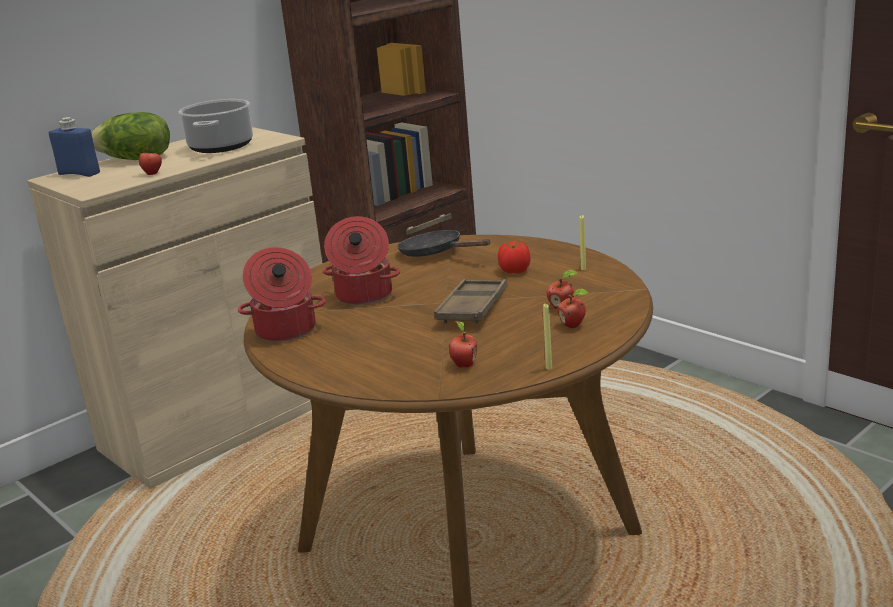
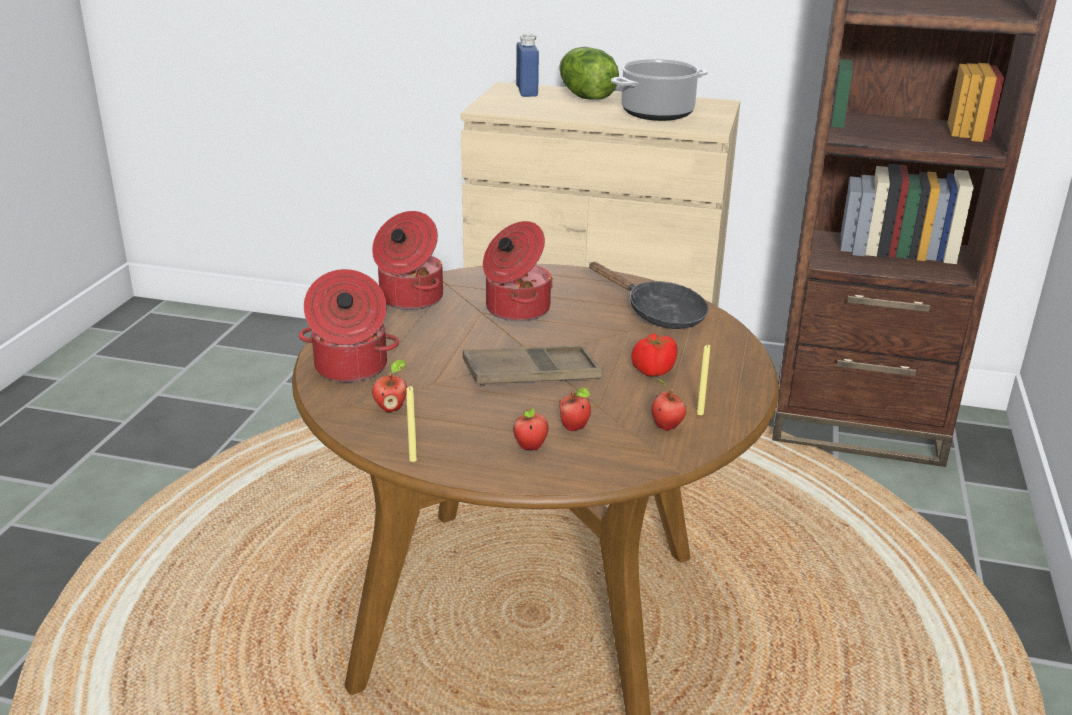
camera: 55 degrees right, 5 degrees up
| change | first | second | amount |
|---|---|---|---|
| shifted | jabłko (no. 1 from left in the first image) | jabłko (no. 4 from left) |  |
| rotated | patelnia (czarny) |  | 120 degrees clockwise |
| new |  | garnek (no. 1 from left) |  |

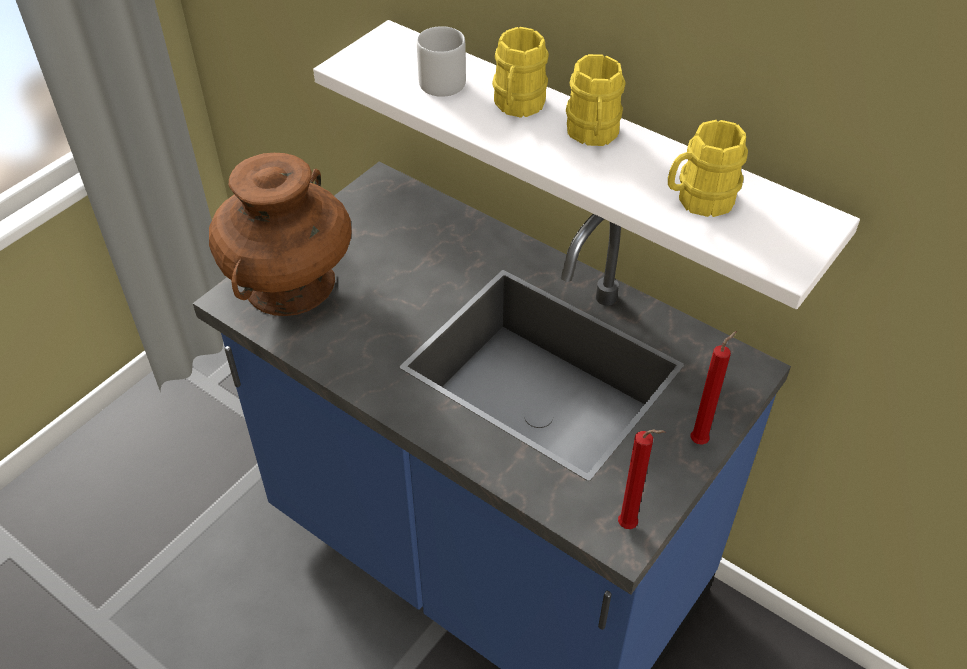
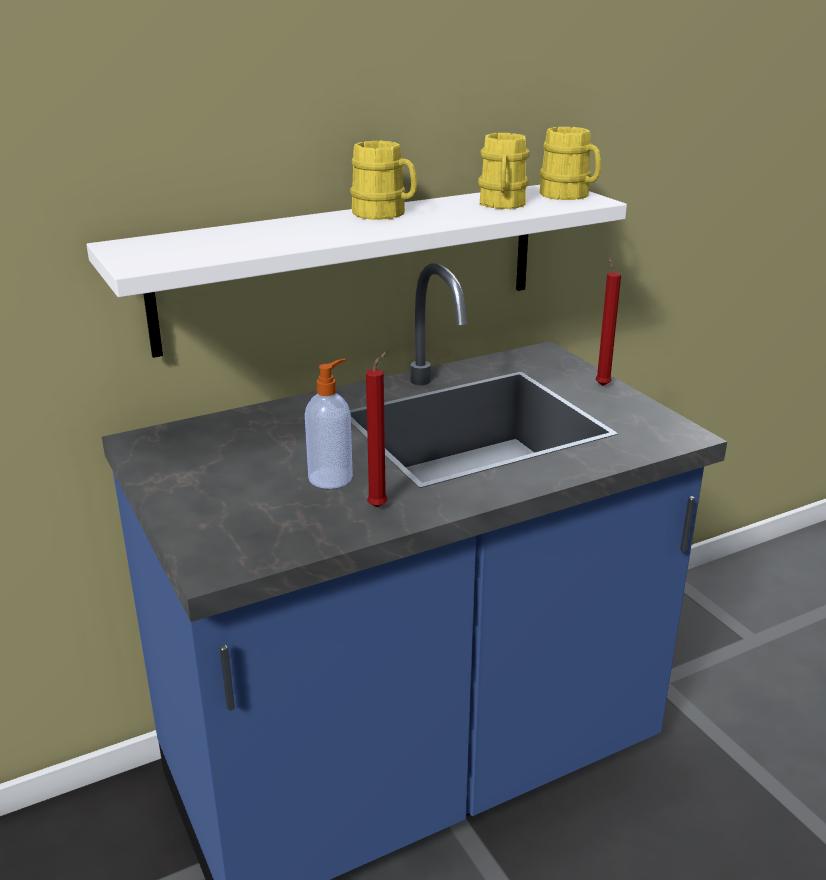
camera: 65 degrees left, 20 degrees down
| change | first | second | amount |
|---|---|---|---|
| gone | wazon (brązowy) |  |  |
| gone | kubek (szary) |  |  |
| shifted | kubek (żółty) (no. 1 from left in the first image) | kubek (żółty) (no. 3 from left) |  |
| shifted | świeca (czerwony) (no. 1 from left) |  |  |
| new |  | dozownik mydła |  |

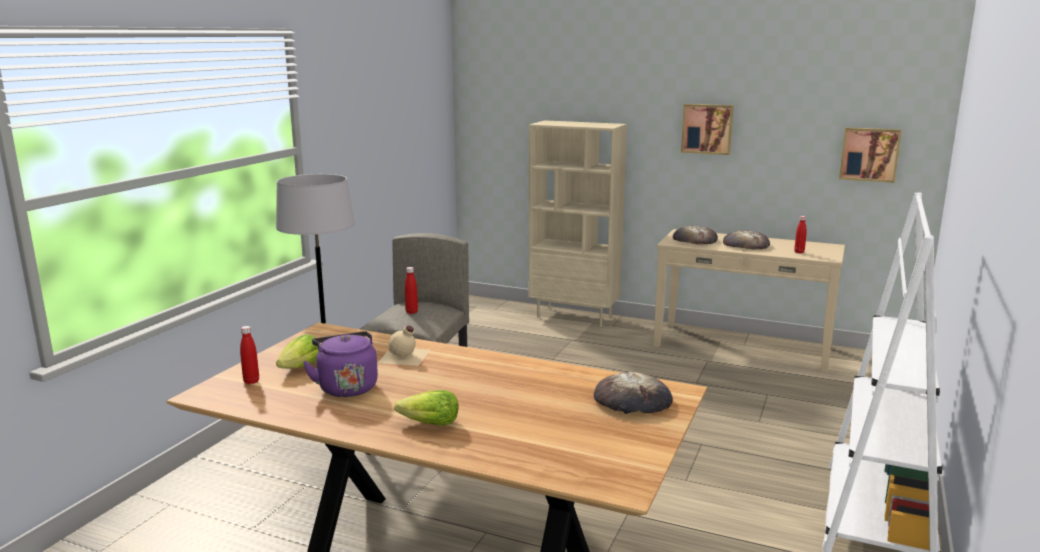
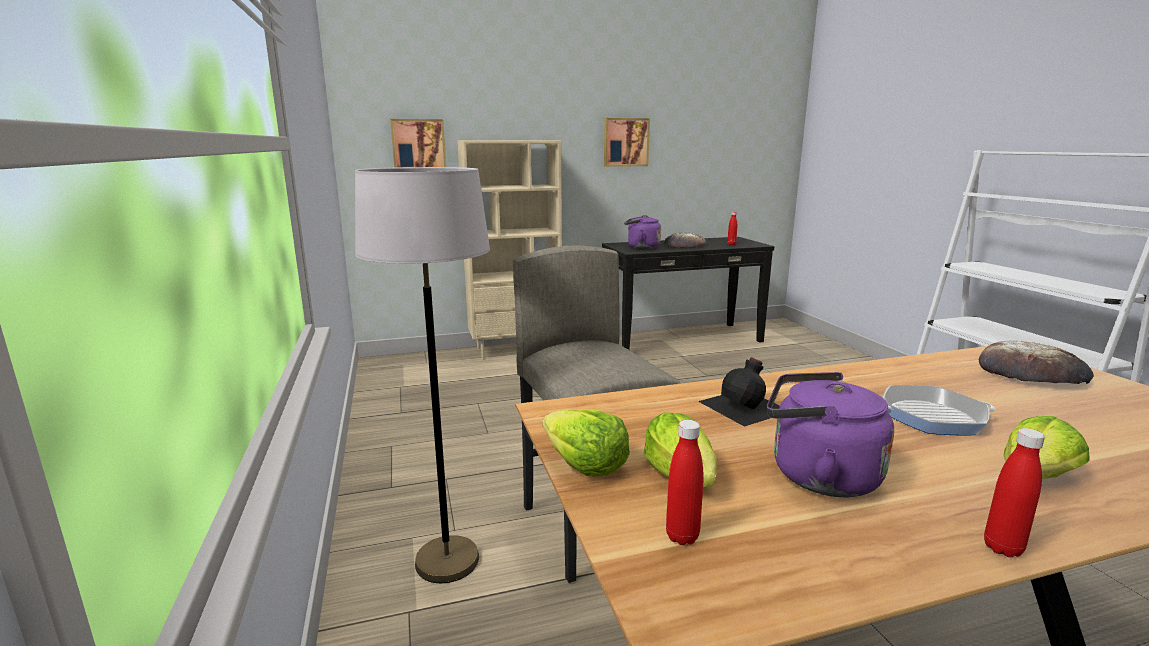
camera: 40 degrees left, 0 degrees up
| change | first | second | amount |
|---|---|---|---|
| repainted | butelka (beżowy) | butelka (czarny) |  |
| shifted | butelka (czerwony) (no. 2 from left in the first image) | butelka (czerwony) (no. 3 from left) |  |
| repainted | stolik konsolowy (beżowy) | stolik konsolowy (czarny) |  |
| swapped | chleb (no. 2 from left) | czajnik (fioletowy) (no. 1 from left) |  |
| shifted | obraz (no. 2 from left in the first image) | obraz (no. 1 from left) |  |
| new |  | sałata (no. 1 from left) |  |
| new |  | patelnia |  |

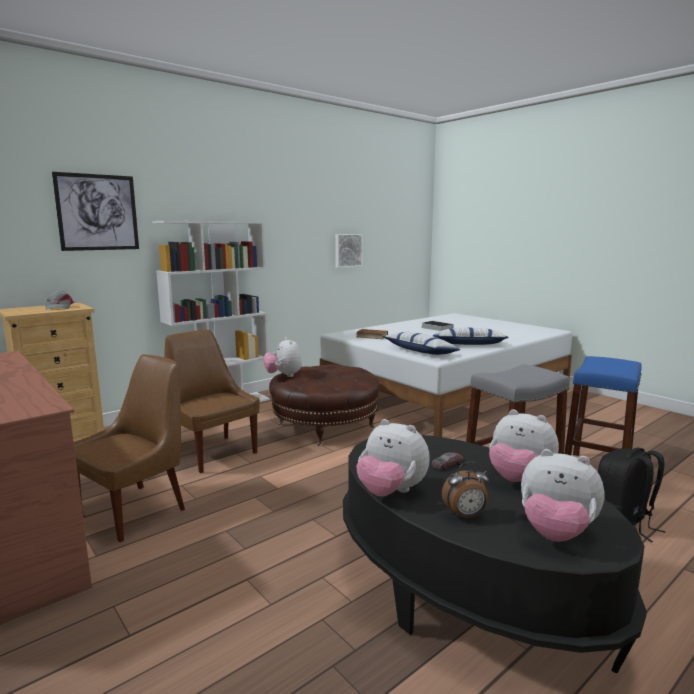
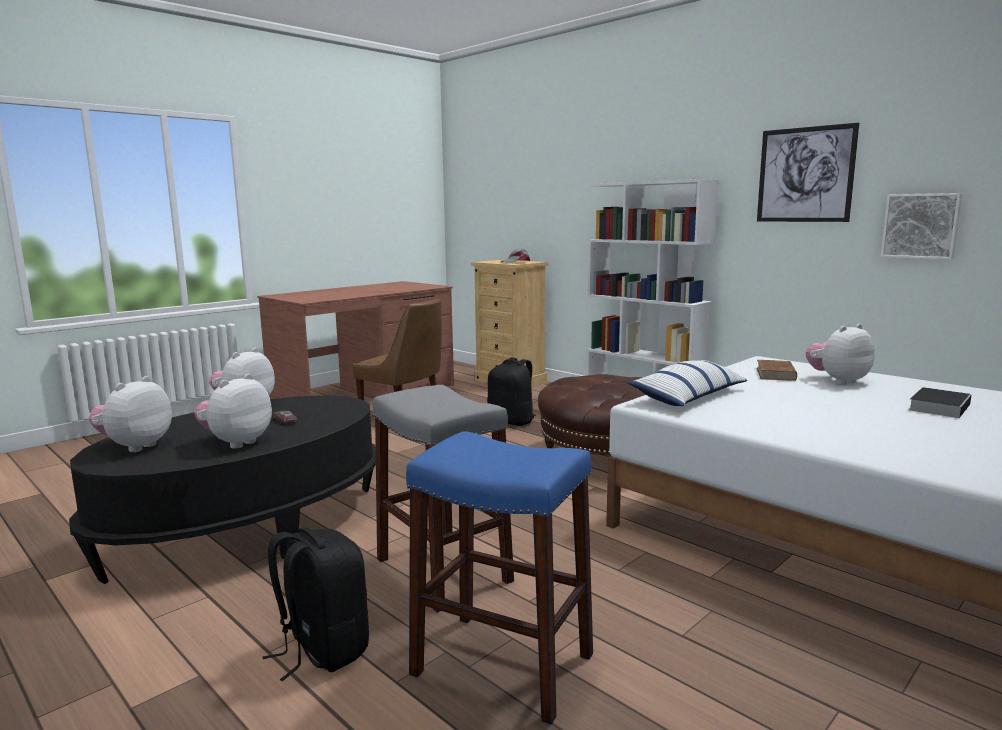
camera: 85 degrees right, 0 degrees up
| change | first | second | amount |
|---|---|---|---|
| shifted | obraz (no. 1 from left) |  |  |
| swapped | krzesło (brązowy) (no. 2 from left) | plecak (czarny) (no. 2 from left) |  |
| shifted | pluszak (no. 1 from left in the first image) | pluszak (no. 4 from left) |  |
| gone | poduszka (no. 2 from left) |  |  |
| gone | budzik |  |  |

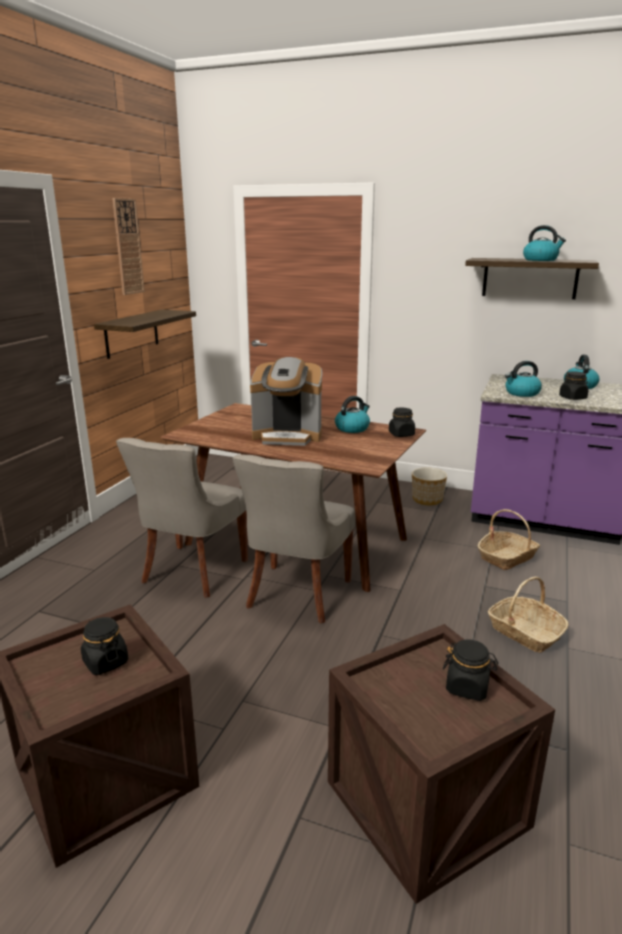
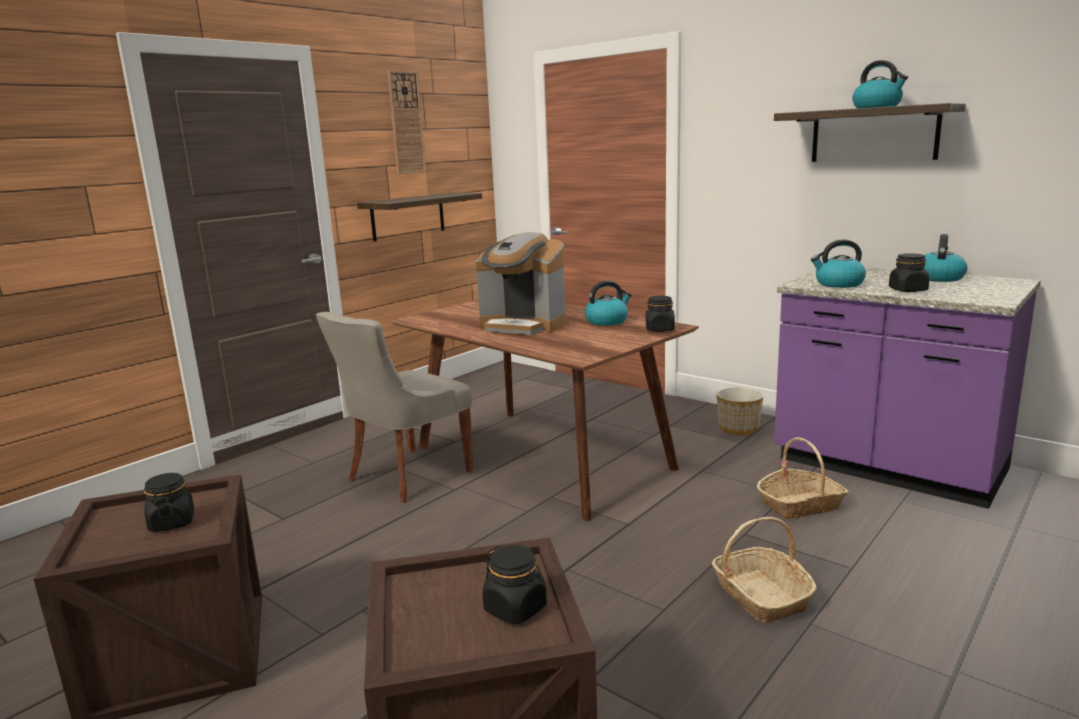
camera: 20 degrees right, 5 degrees down
| change | first | second | amount |
|---|---|---|---|
| gone | krzesło (szary) (no. 2 from left) |  |  |

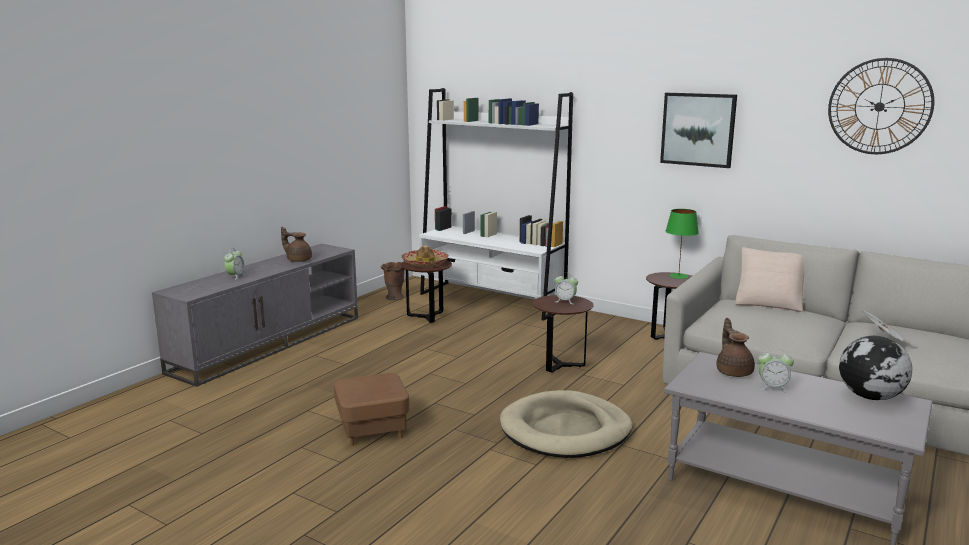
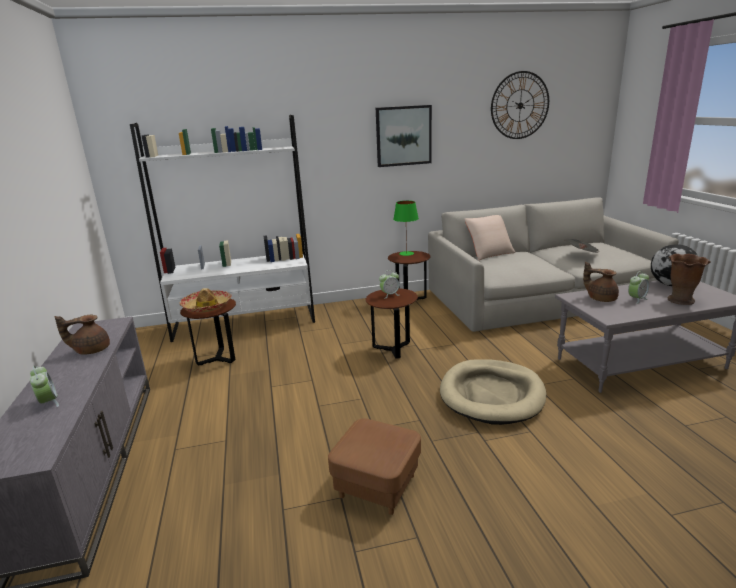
camera: 45 degrees left, 5 degrees up
| change | first | second | amount |
|---|---|---|---|
| shifted | wazon (brązowy) |  |  |

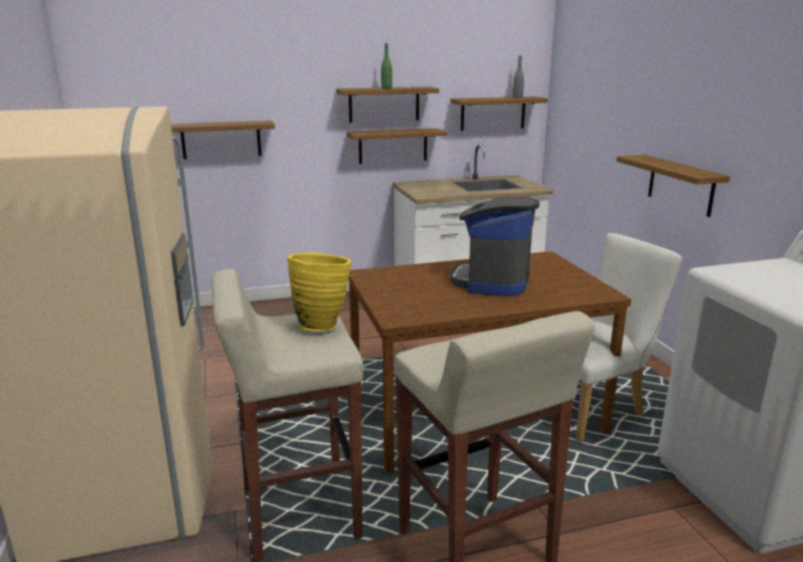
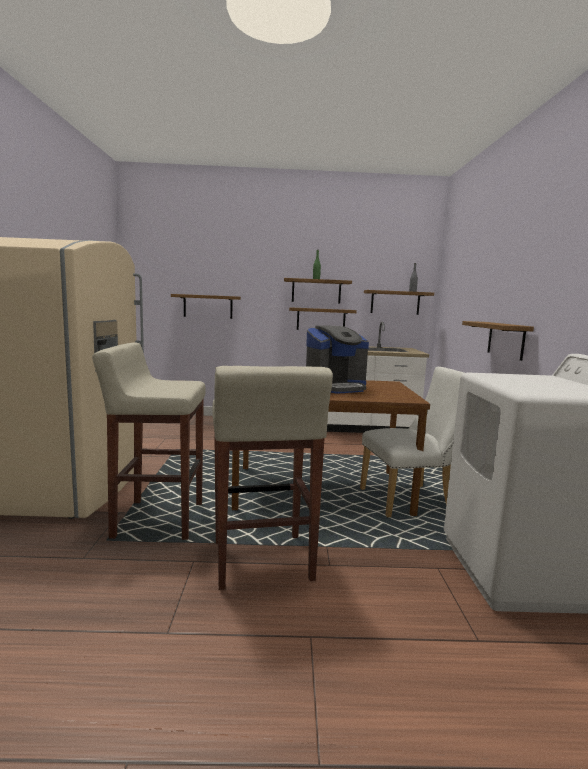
camera: 15 degrees right, 10 degrees down
| change | first | second | amount |
|---|---|---|---|
| gone | wazon (żółty) |  |  |
| rotated | ekspres do kawy |  | 150 degrees counterclockwise |

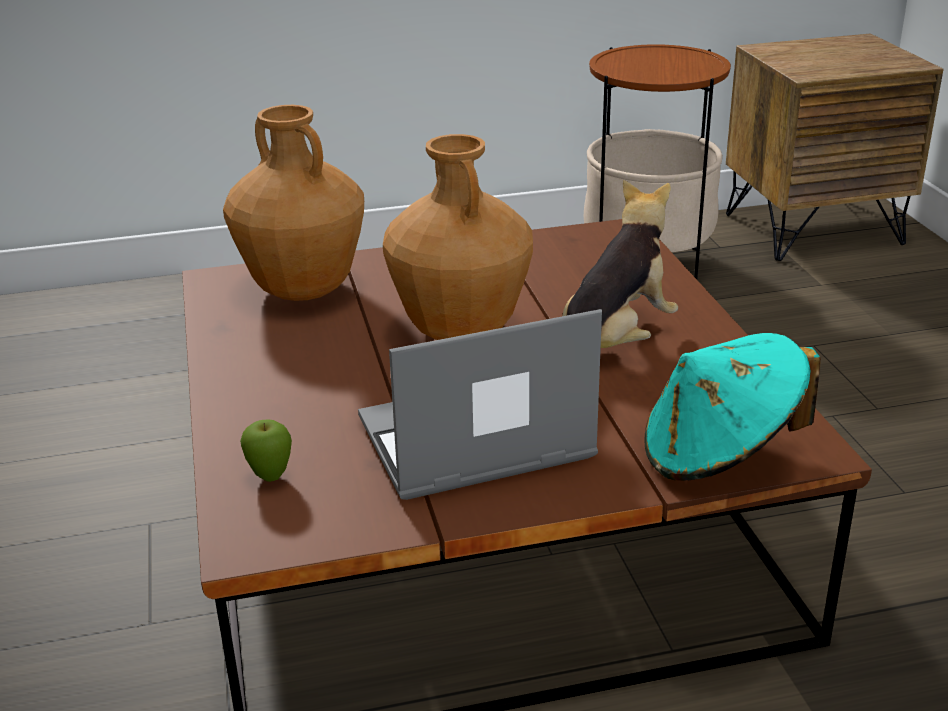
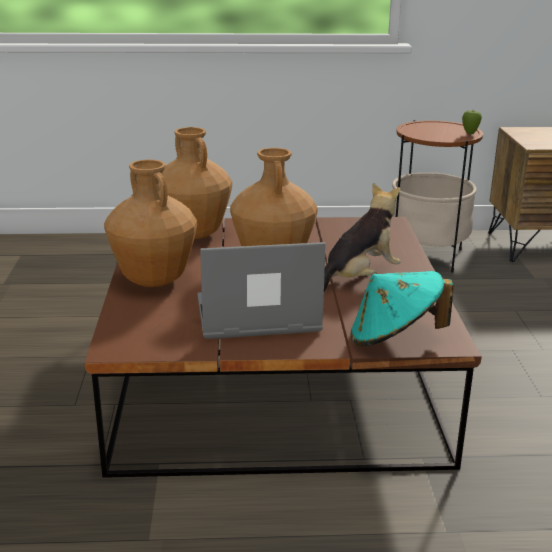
camera: 10 degrees right, 5 degrees down
| change | first | second | amount |
|---|---|---|---|
| shifted | jabłko |  |  |
| new |  | wazon (brązowy) (no. 1 from left) |  |

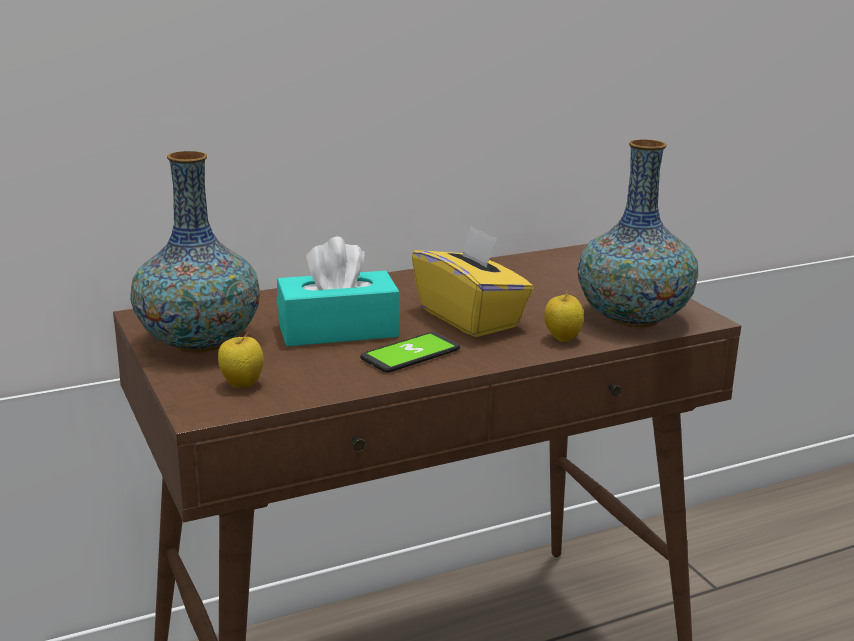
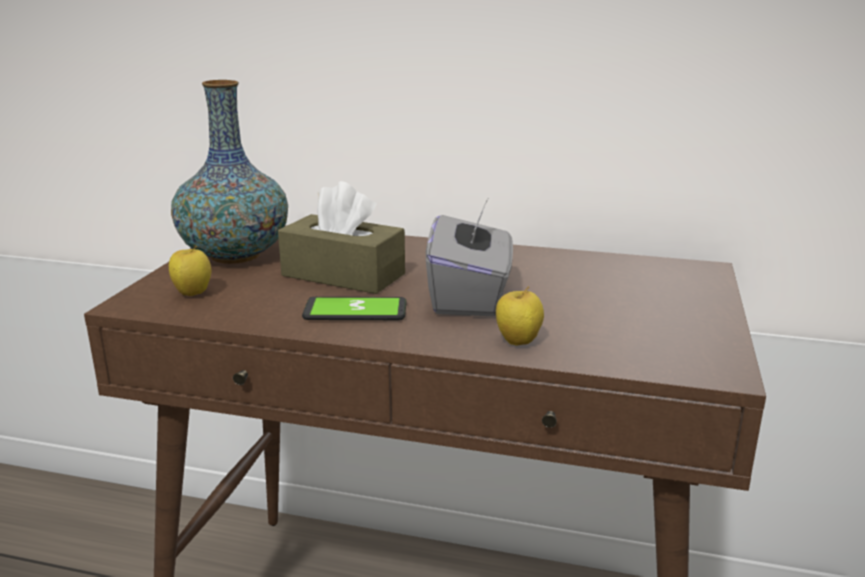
camera: 40 degrees right, 0 degrees up
| change | first | second | amount |
|---|---|---|---|
| repainted | pudełko chusteczek (turkusowy) | pudełko chusteczek (brązowy) |  |
| repainted | pudełko chusteczek (żółty) | pudełko chusteczek (szary) |  |
| gone | wazon (no. 2 from left) |  |  |

